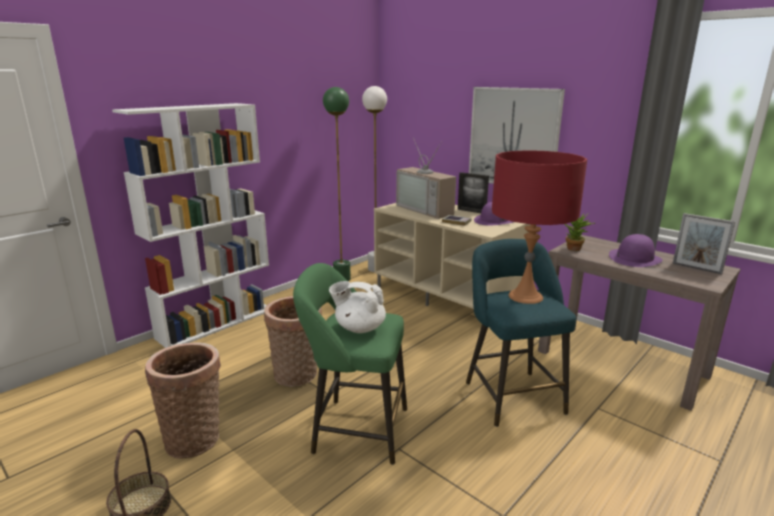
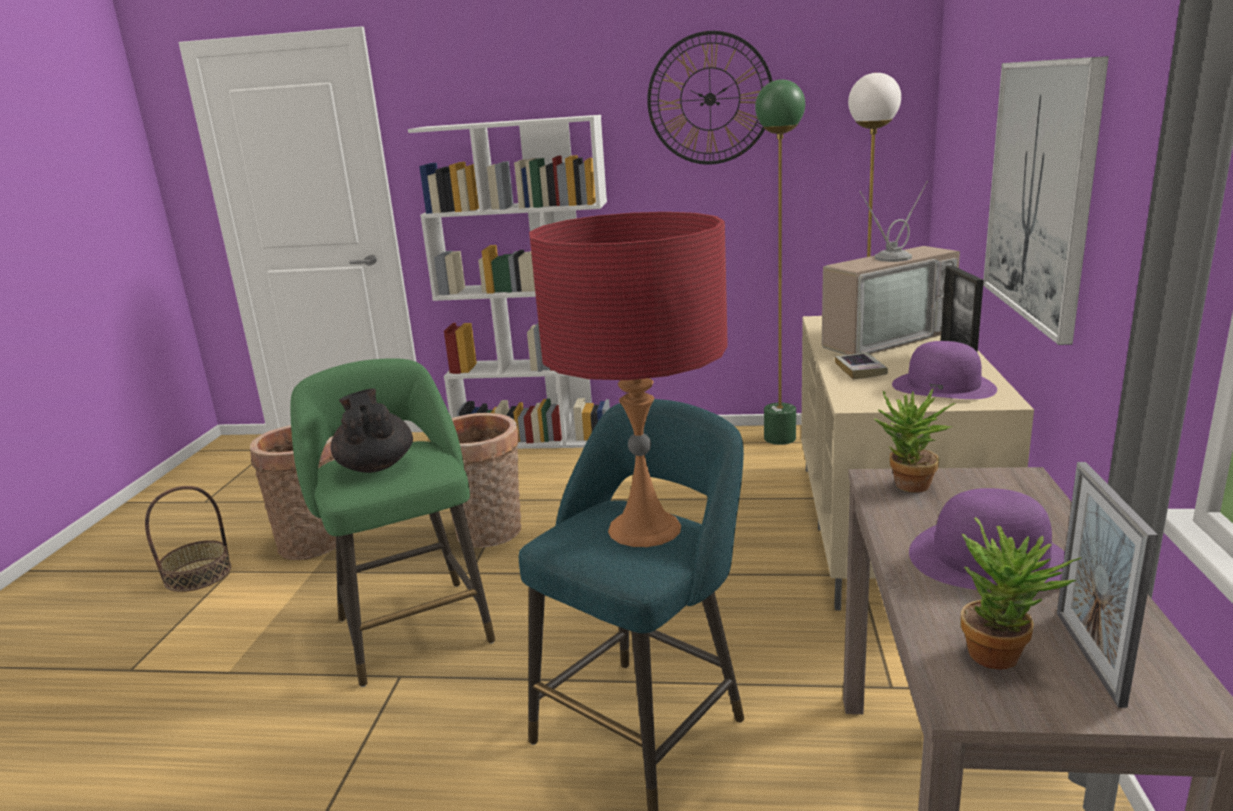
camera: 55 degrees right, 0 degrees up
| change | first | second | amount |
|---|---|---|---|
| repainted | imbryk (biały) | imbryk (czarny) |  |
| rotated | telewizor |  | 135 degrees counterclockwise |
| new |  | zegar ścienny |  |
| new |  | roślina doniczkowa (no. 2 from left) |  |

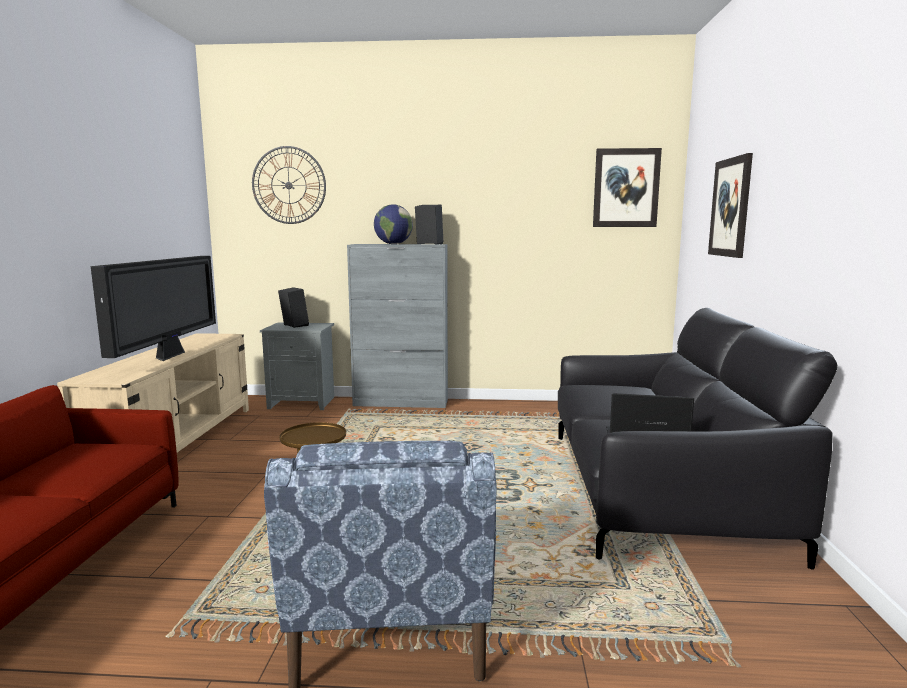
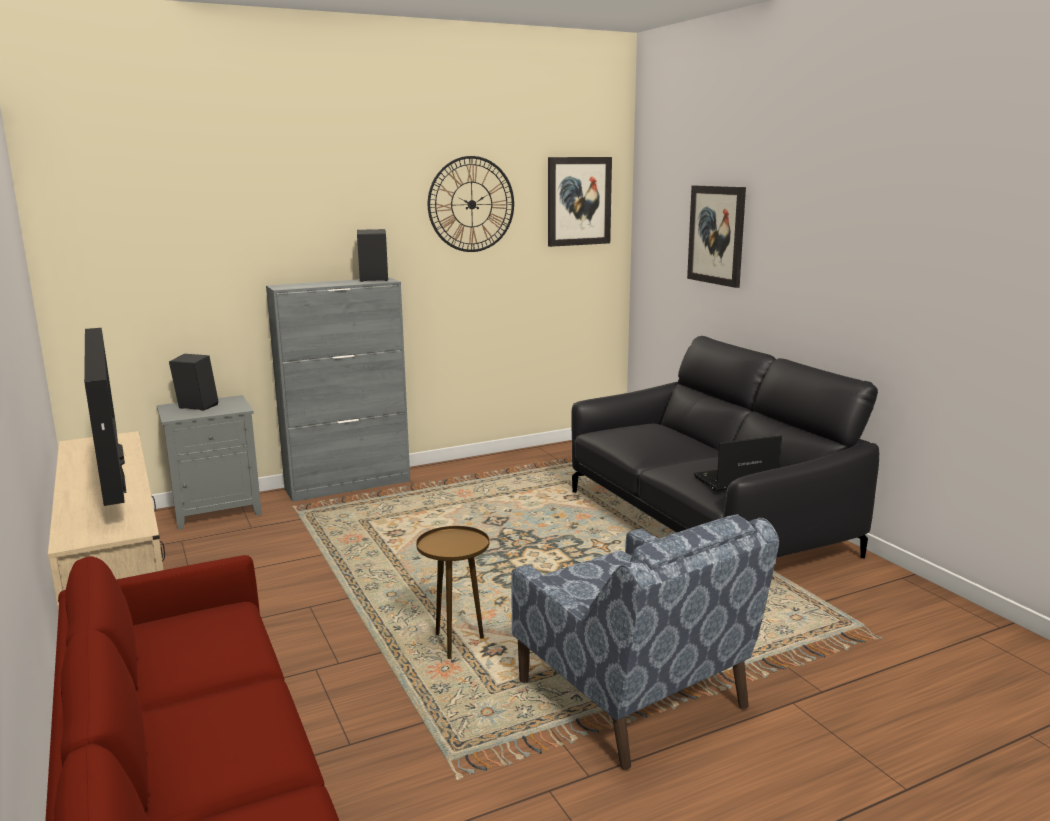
camera: 30 degrees left, 5 degrees up
| change | first | second | amount |
|---|---|---|---|
| shifted | zegar ścienny |  |  |
| gone | globus |  |  |

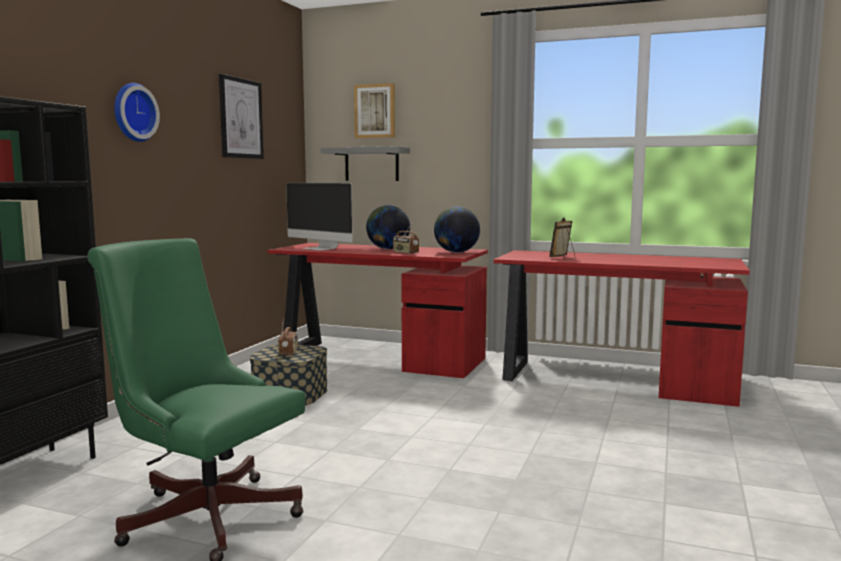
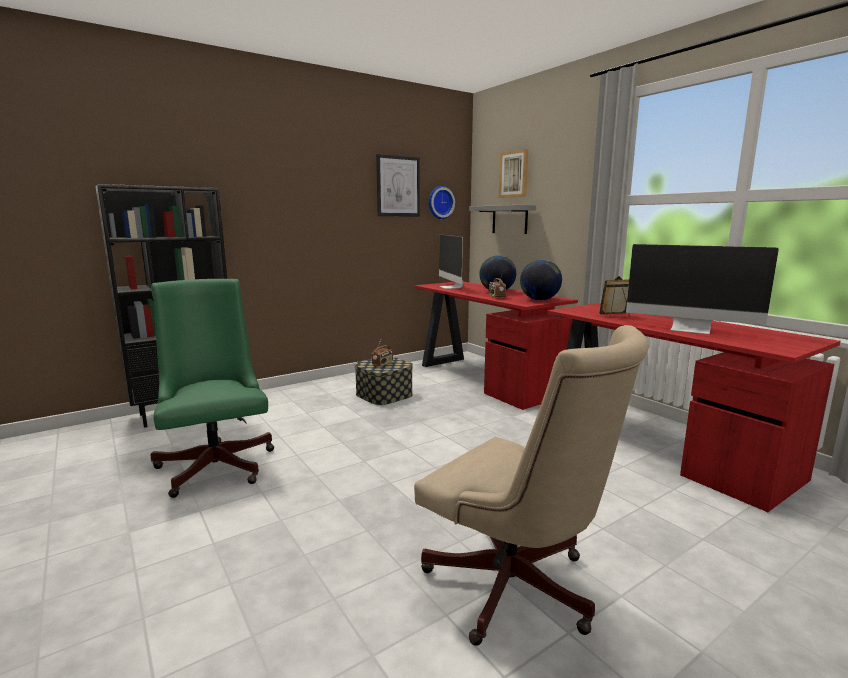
camera: 35 degrees right, 5 degrees up
| change | first | second | amount |
|---|---|---|---|
| shifted | zegar ścienny |  |  |
| new |  | krzesło biurowe (beżowy) |  |
| new |  | monitor (no. 2 from left) |  |

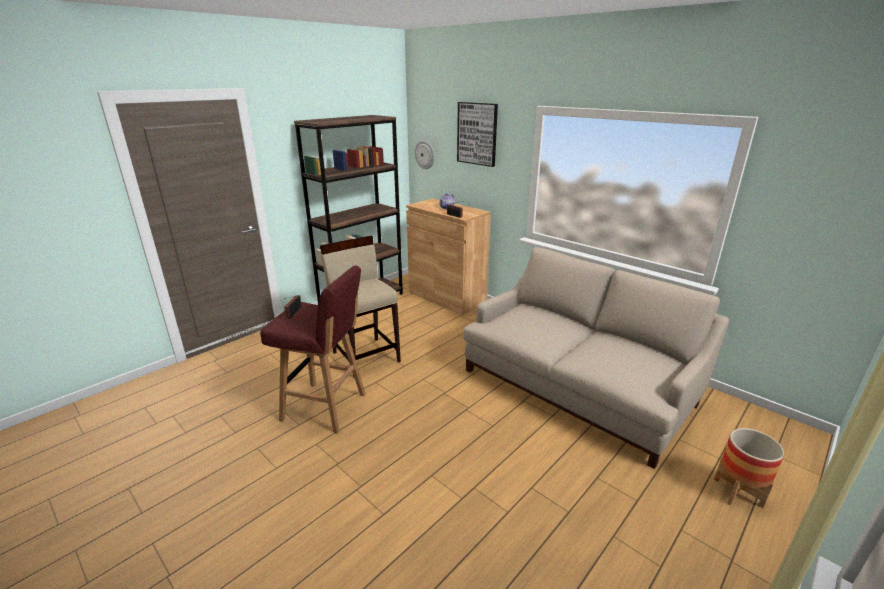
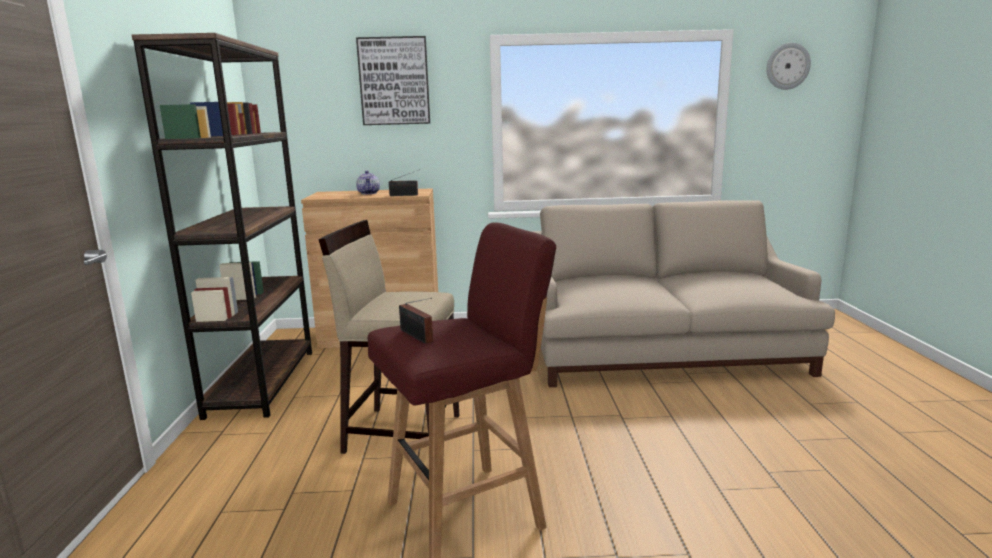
camera: 45 degrees left, 10 degrees down
| change | first | second | amount |
|---|---|---|---|
| shifted | zegar ścienny |  |  |
| gone | donica |  |  |

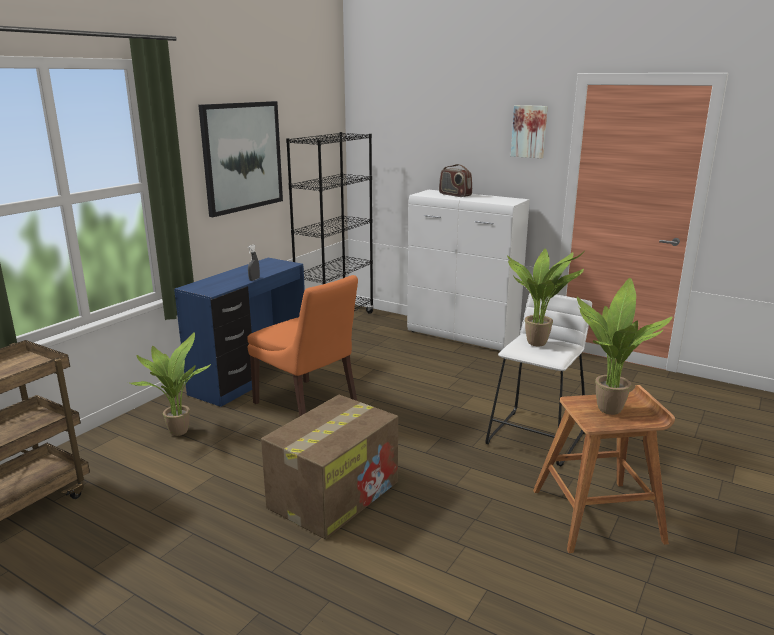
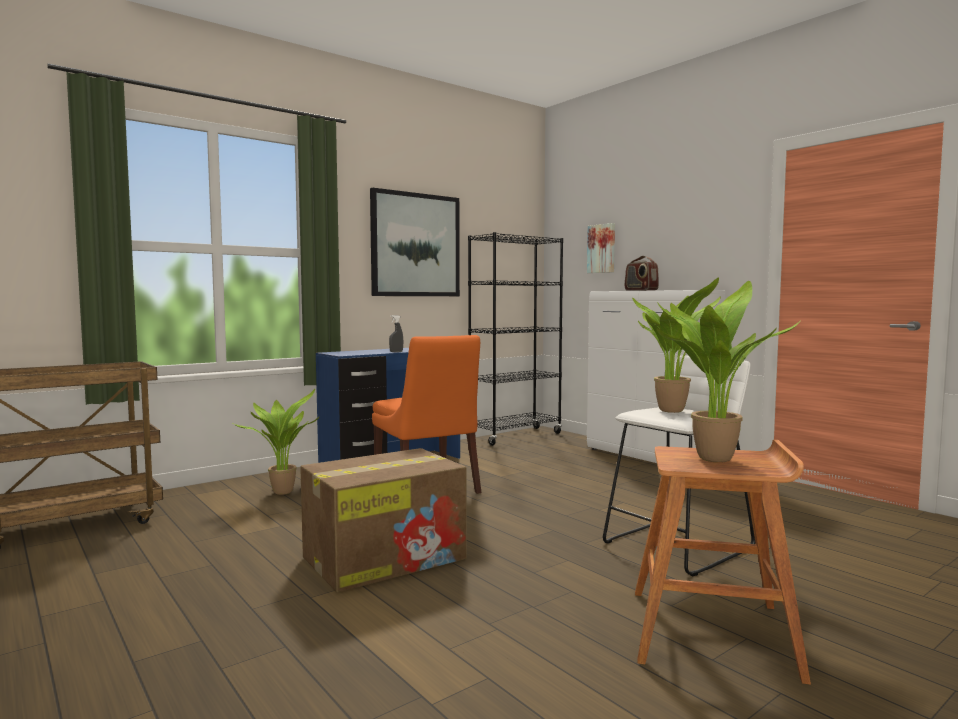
camera: 20 degrees right, 15 degrees down
| change | first | second | amount |
|---|---|---|---|
| shifted | obraz (no. 2 from left) |  |  |

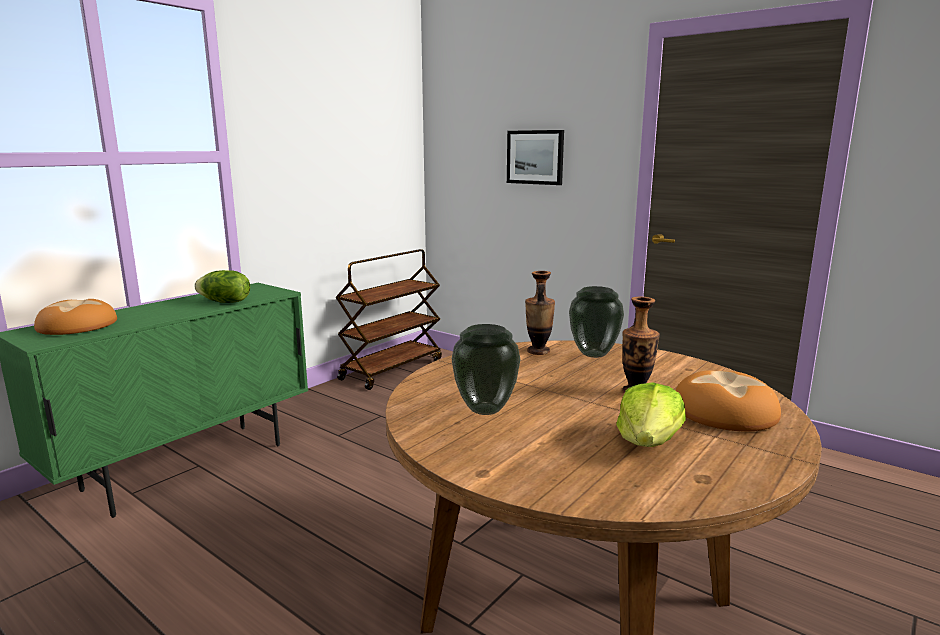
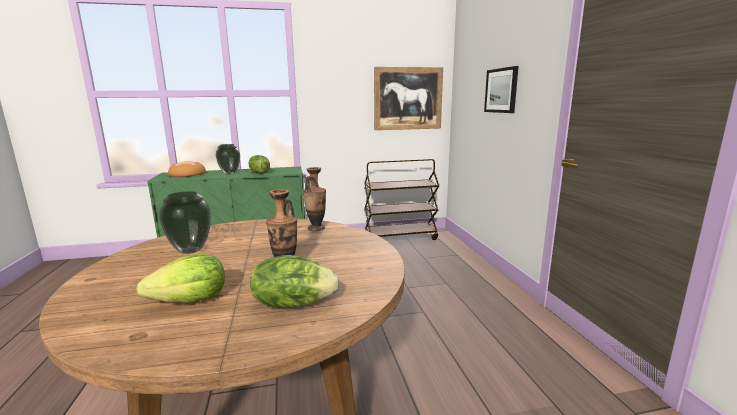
camera: 40 degrees right, 0 degrees up
| change | first | second | amount |
|---|---|---|---|
| shifted | wazon (no. 3 from left in the first image) | wazon (no. 2 from left) |  |
| swapped | chleb (no. 2 from left) | sałata (no. 3 from left) |  |
| new |  | obraz (no. 1 from left) |  |

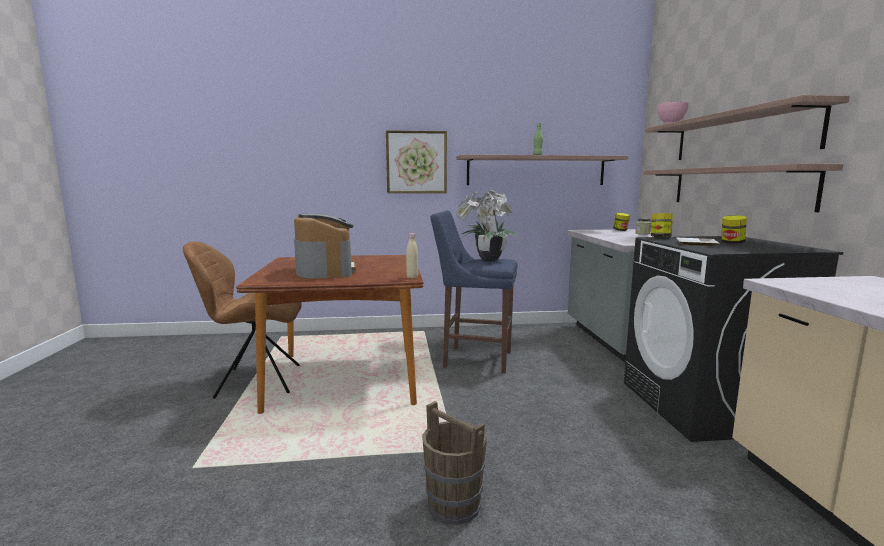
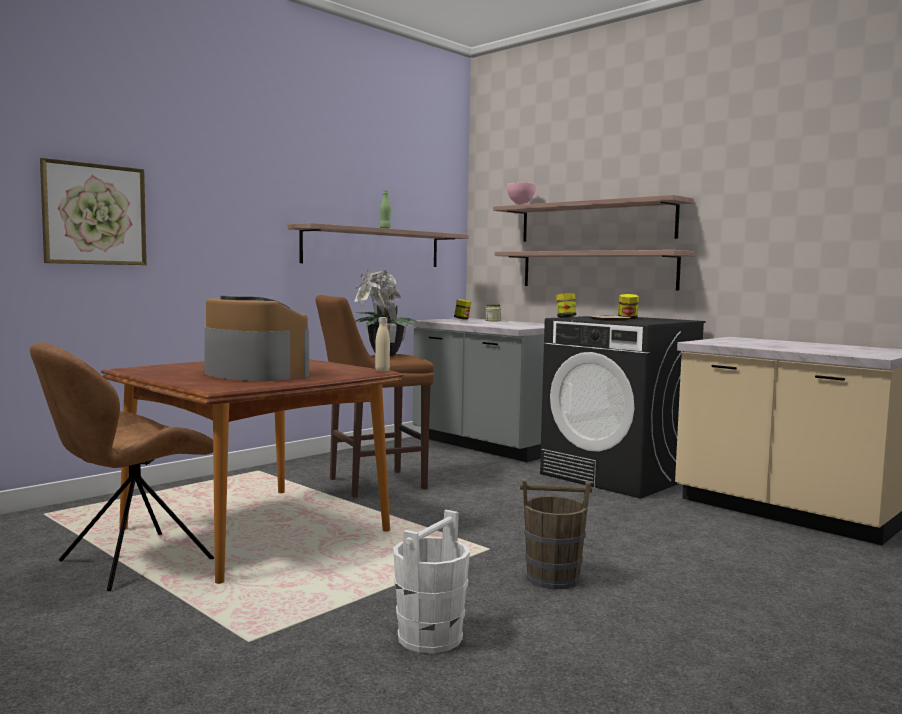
camera: 40 degrees left, 5 degrees down
| change | first | second | amount |
|---|---|---|---|
| shifted | obraz |  |  |
| repainted | stołek (niebieski) | stołek (brązowy) |  |
| new |  | wiadro (biały) |  |

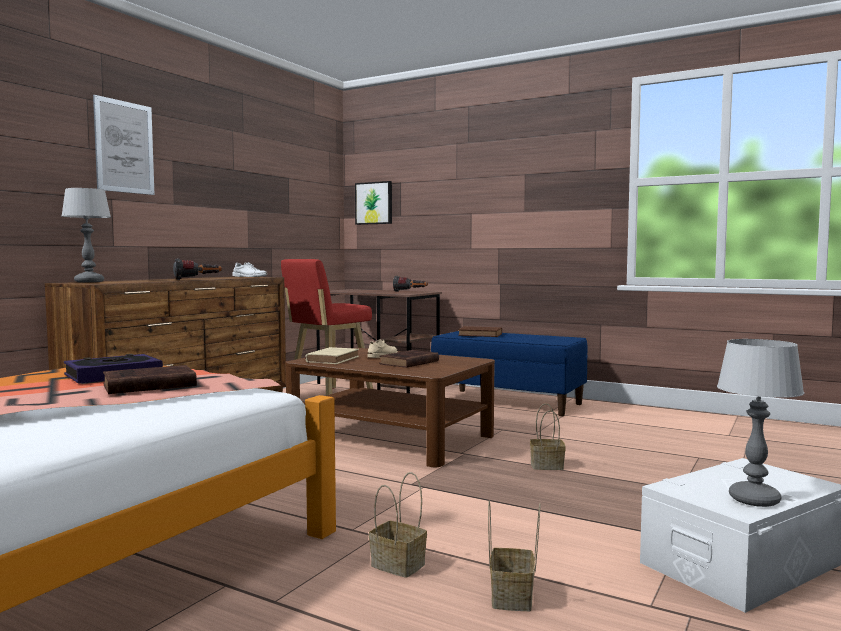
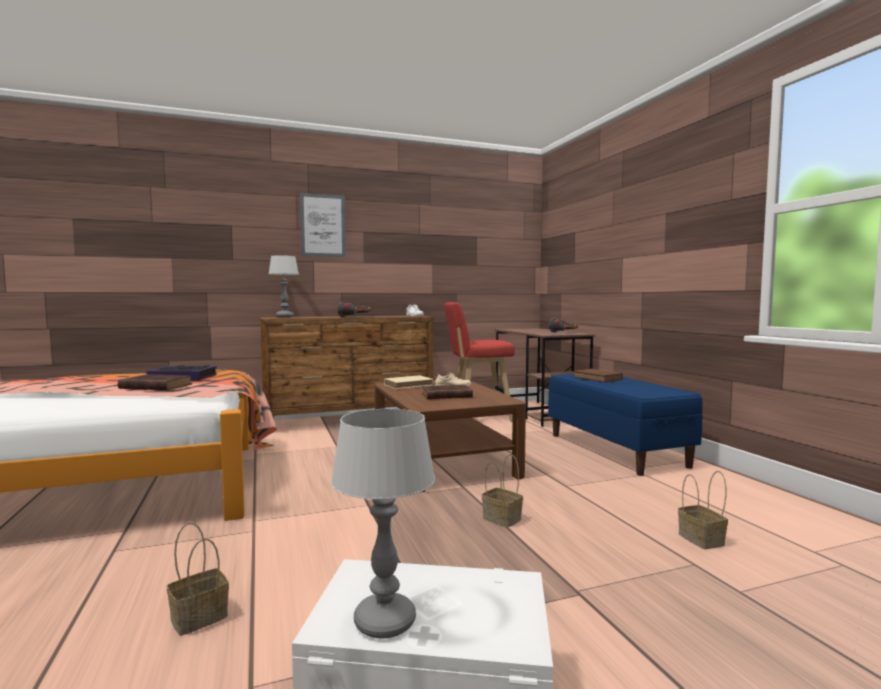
camera: 40 degrees right, 0 degrees up
| change | first | second | amount |
|---|---|---|---|
| gone | obraz (no. 2 from left) |  |  |
| shifted | koszyk (no. 1 from left in the first image) | koszyk (no. 3 from left) |  |

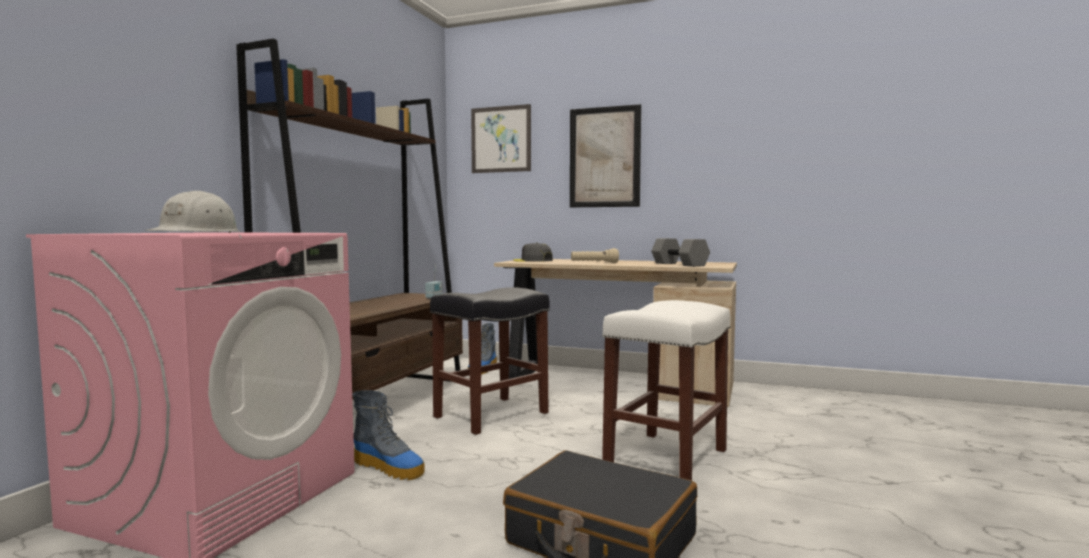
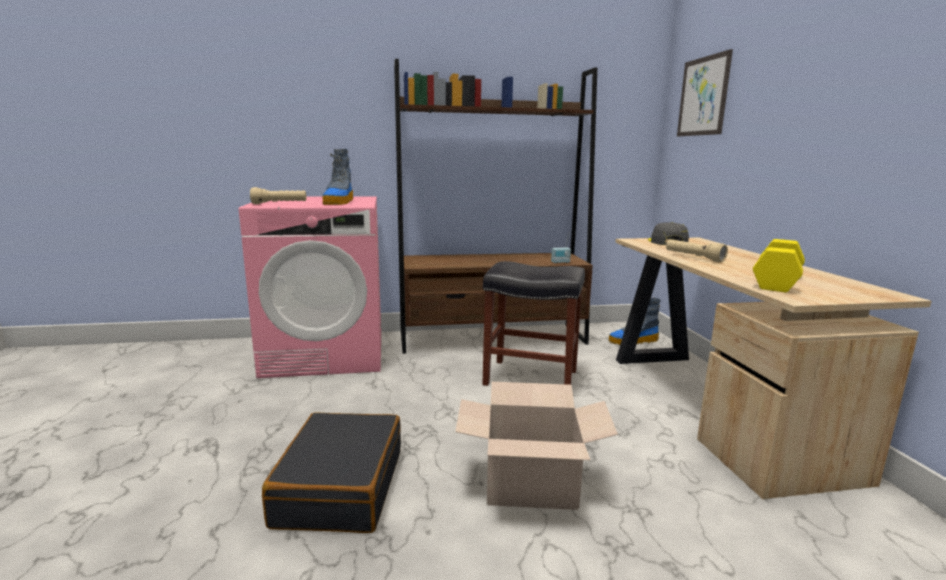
camera: 60 degrees right, 10 degrees up
| change | first | second | amount |
|---|---|---|---|
| swapped | kask (biały) | latarka (beżowy) (no. 1 from left) |  |
| shifted | but z cholewką (no. 1 from left) |  |  |
| gone | obraz (no. 2 from left) |  |  |
| swapped | stołek (biały) | karton |  |
| repainted | hantel (szary) | hantel (żółty) |  |

